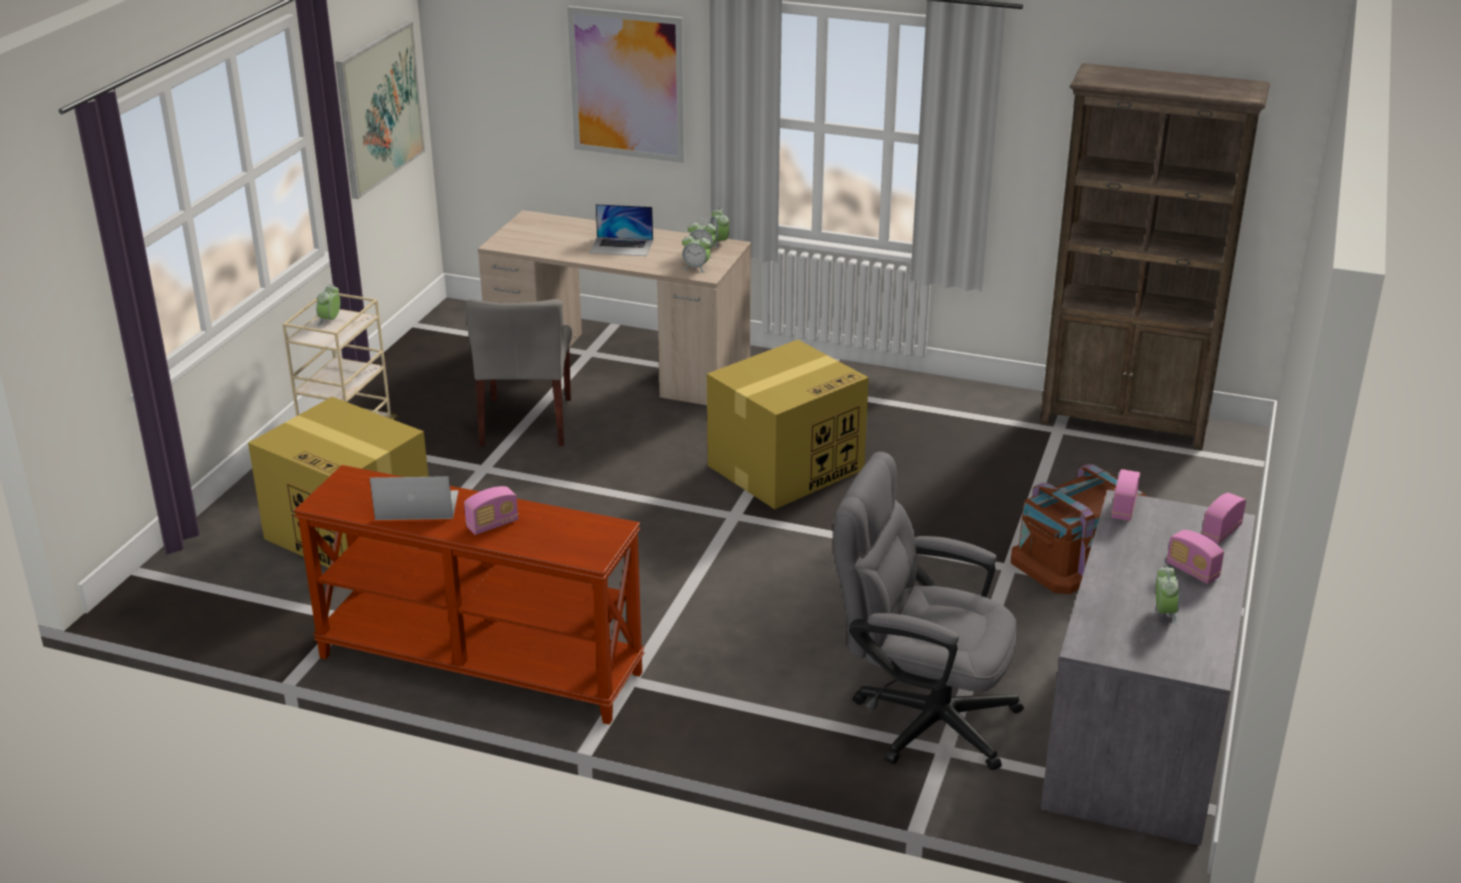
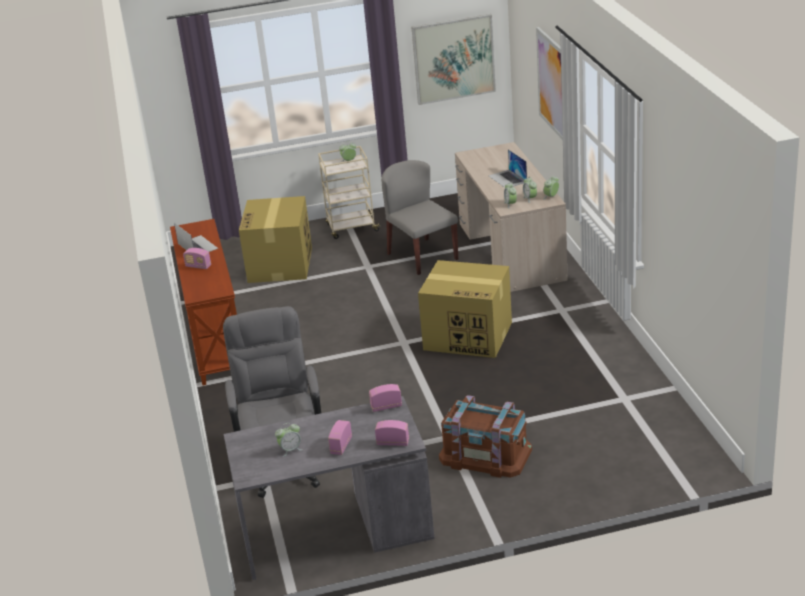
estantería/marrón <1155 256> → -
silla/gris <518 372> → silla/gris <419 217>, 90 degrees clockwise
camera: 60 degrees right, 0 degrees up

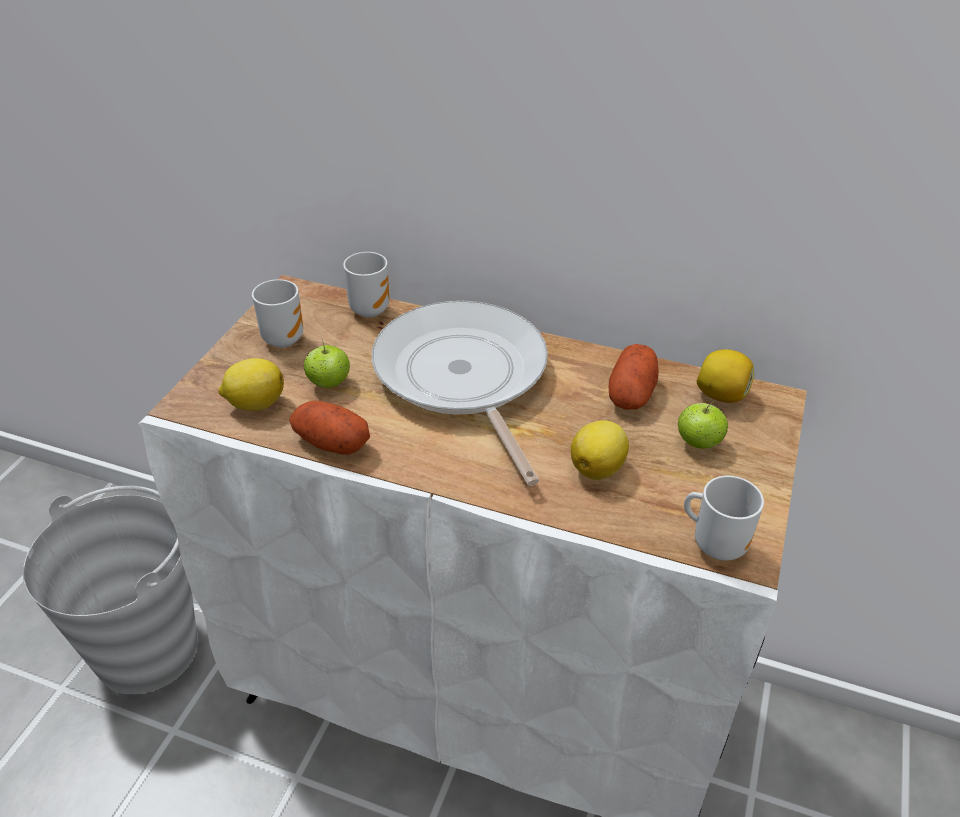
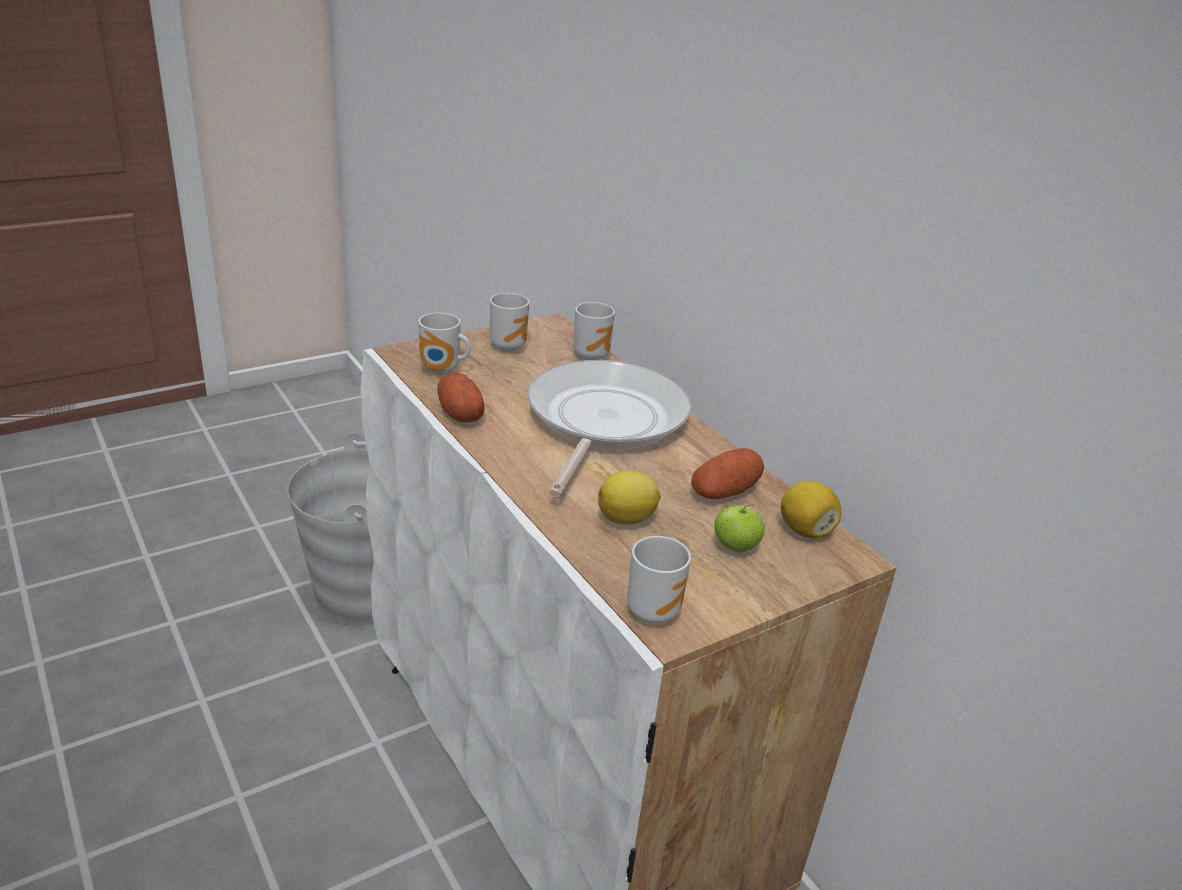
manzana <327 364> → -
limón <251 384> → taza grande <444 344>
camera: 35 degrees right, 10 degrees down

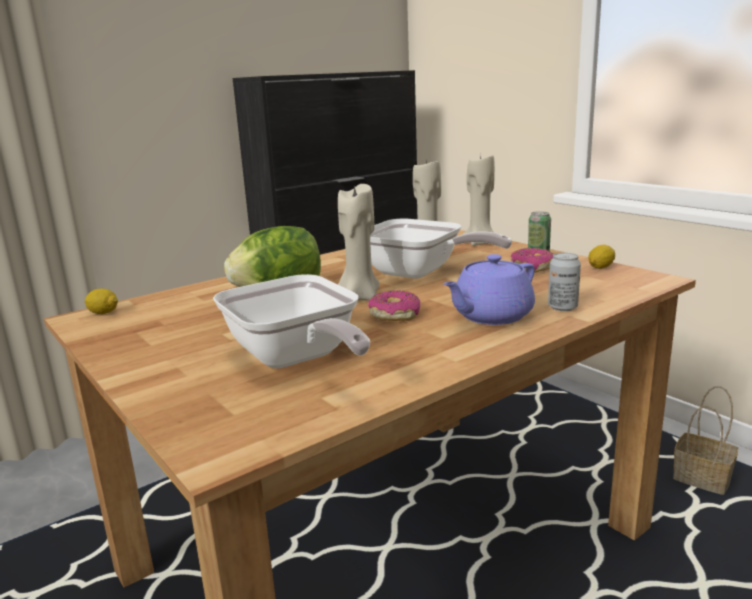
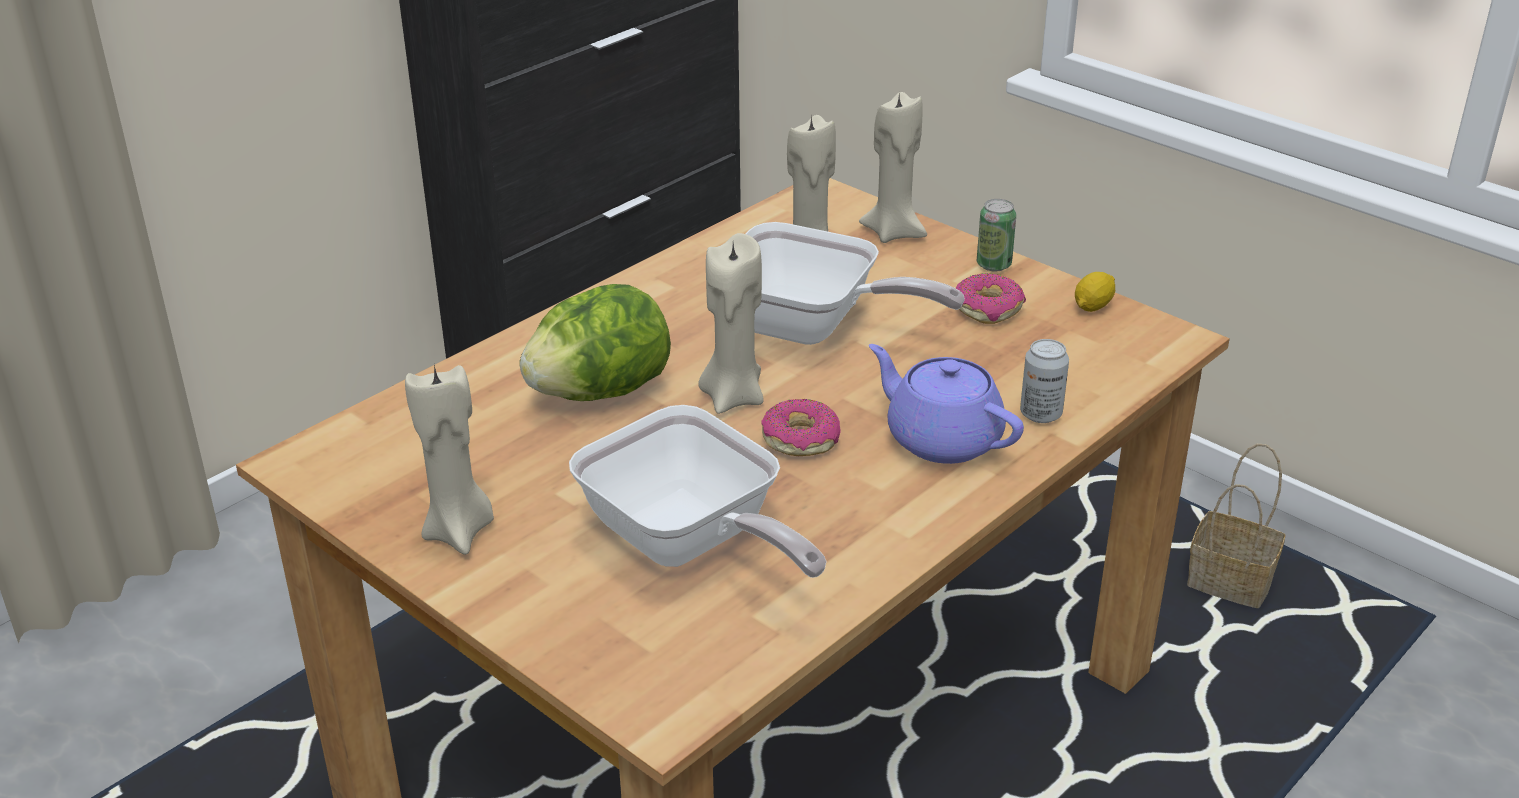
limón <101 301> → -
- → vela/beis <449 460>
tetera/morado <489 289> → tetera/morado <946 404>, 90 degrees clockwise
camera: 10 degrees left, 15 degrees up

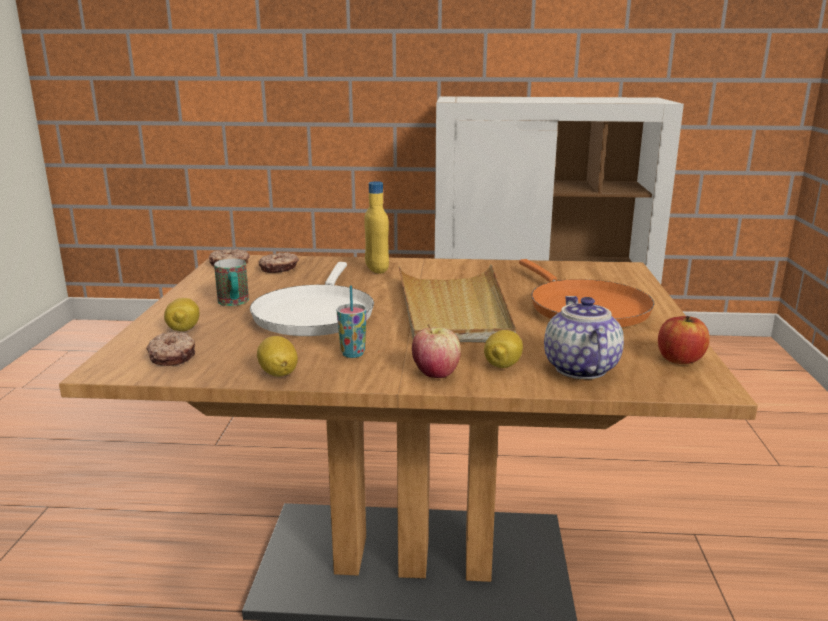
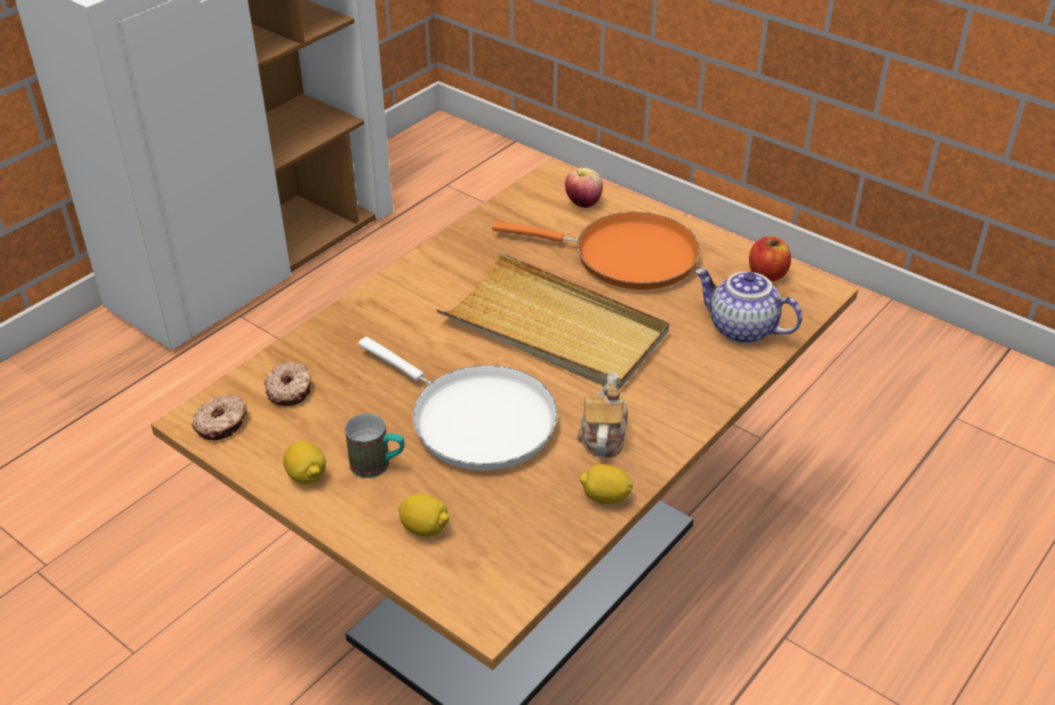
rosquilla <170 349> → -
botella/amarillo <376 227> → -
manzana <436 351> → manzana <584 187>, relocated
limón <503 349> → limón <304 462>, relocated
taza <352 321> → tetera <602 414>
camera: 55 degrees left, 20 degrees up

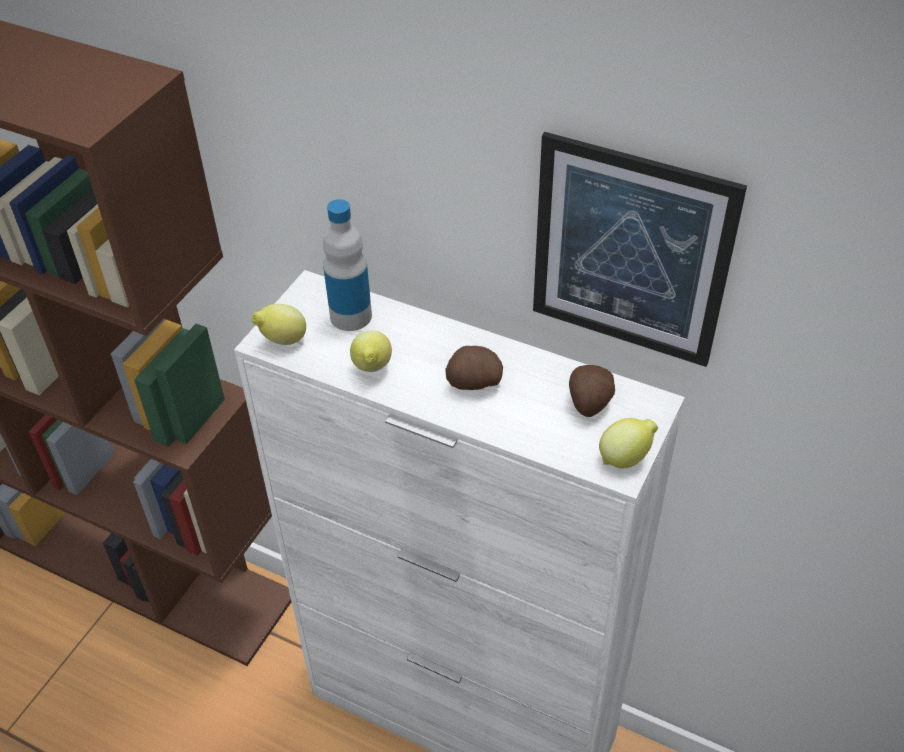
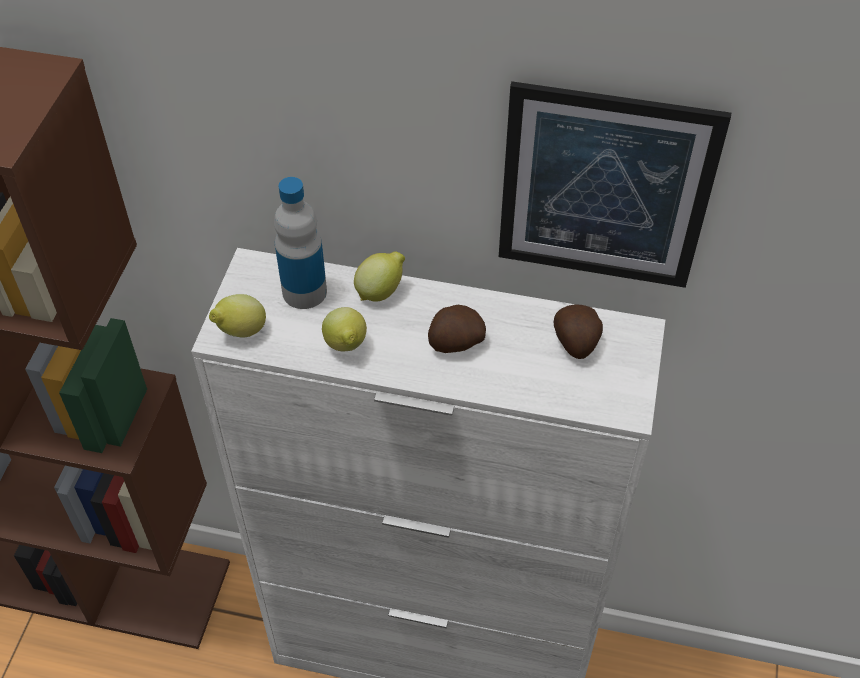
limón <628 443> → limón <379 276>, relocated
camera: 15 degrees left, 5 degrees up

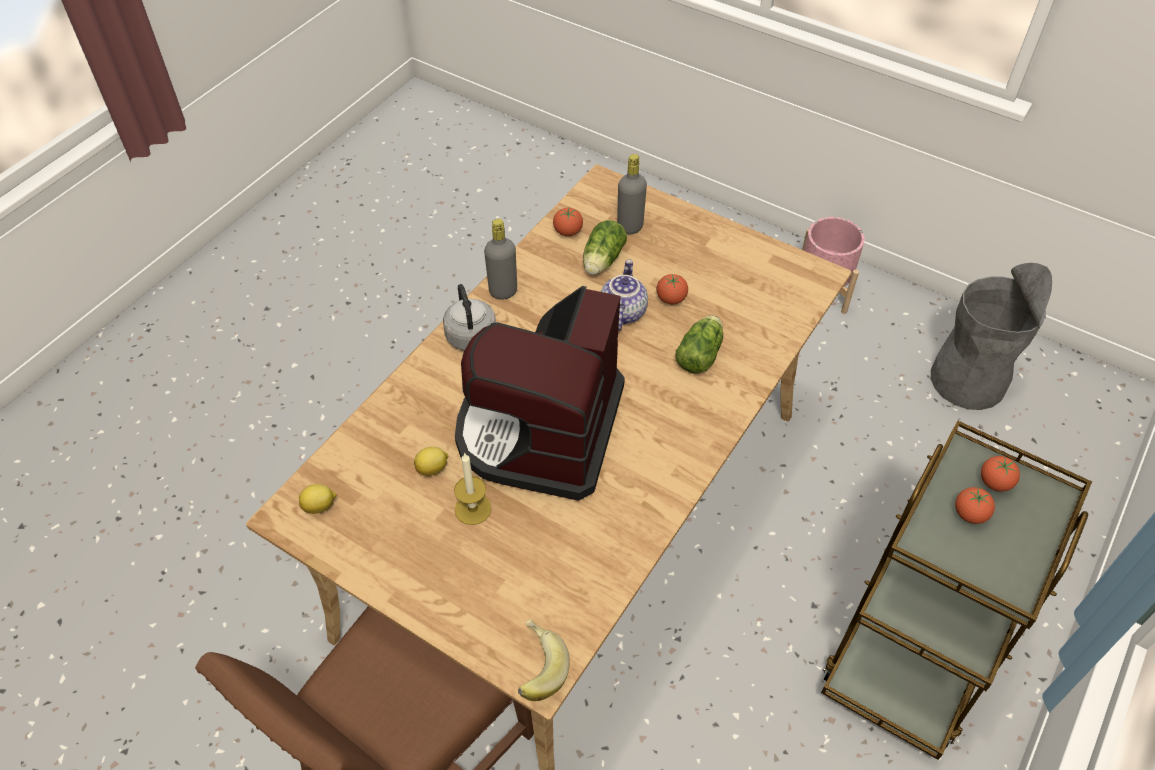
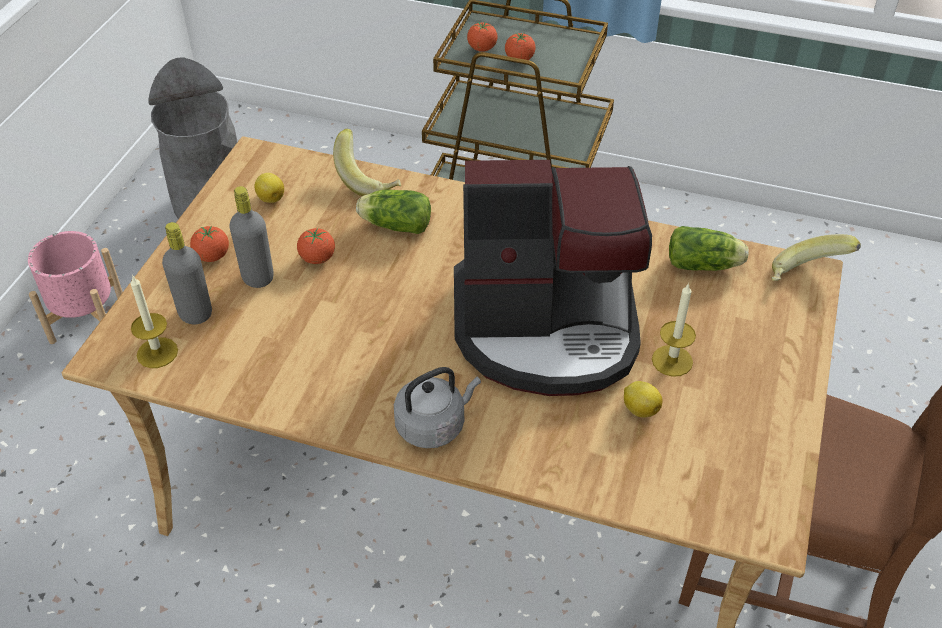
tetera <624 295> → -
- → vela <154 321>
- → plátano <367 162>
limón <317 499> → limón <269 188>, relocated
botella/gris <500 259> → botella/gris <252 237>, relocated
tomate <568 222> → tomate <209 244>, relocated
lechuga <605 247> → lechuga <709 248>, relocated
camera: 105 degrees left, 5 degrees down

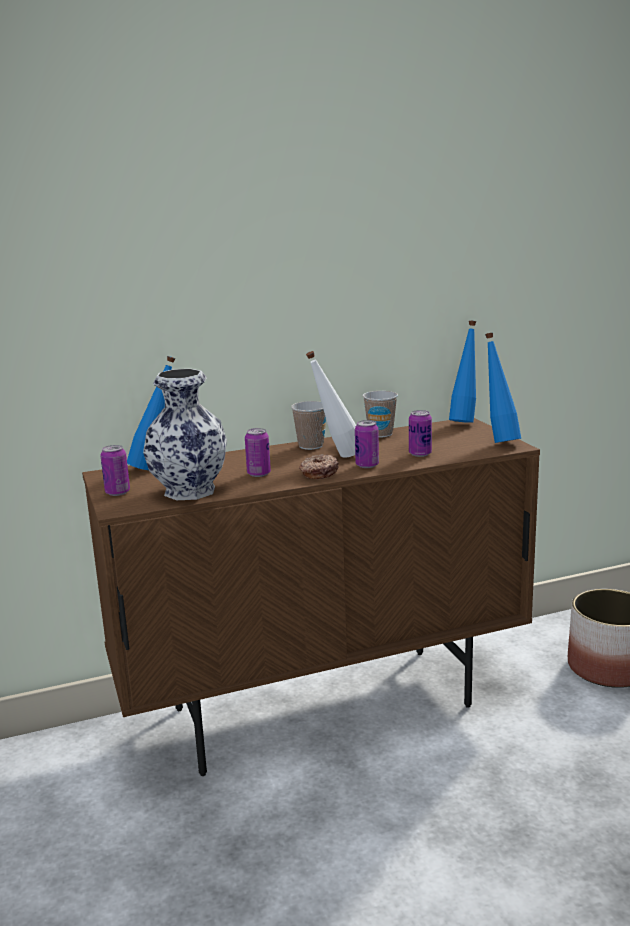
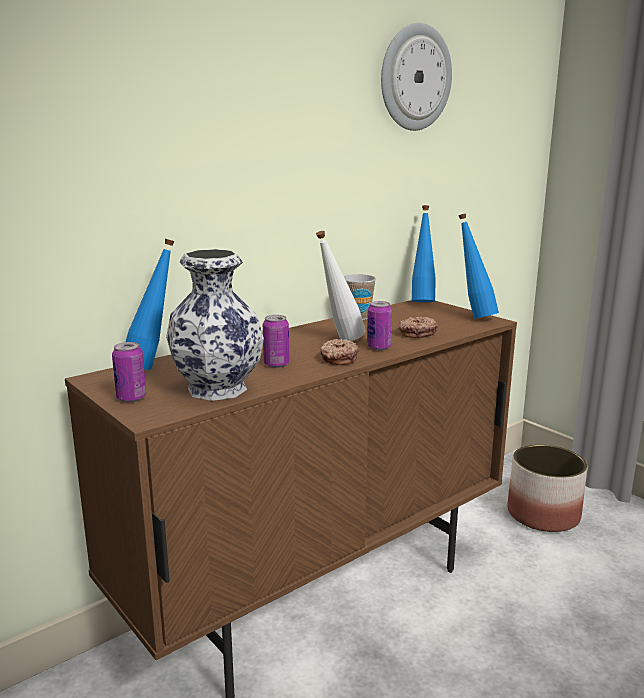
taza <308 425> → -
- → reloj de pared <416 77>
lata <420 433> → rosquilla <418 327>
camera: 20 degrees left, 0 degrees up

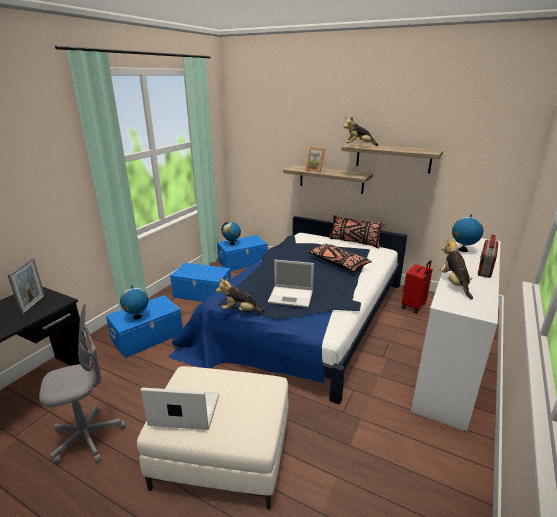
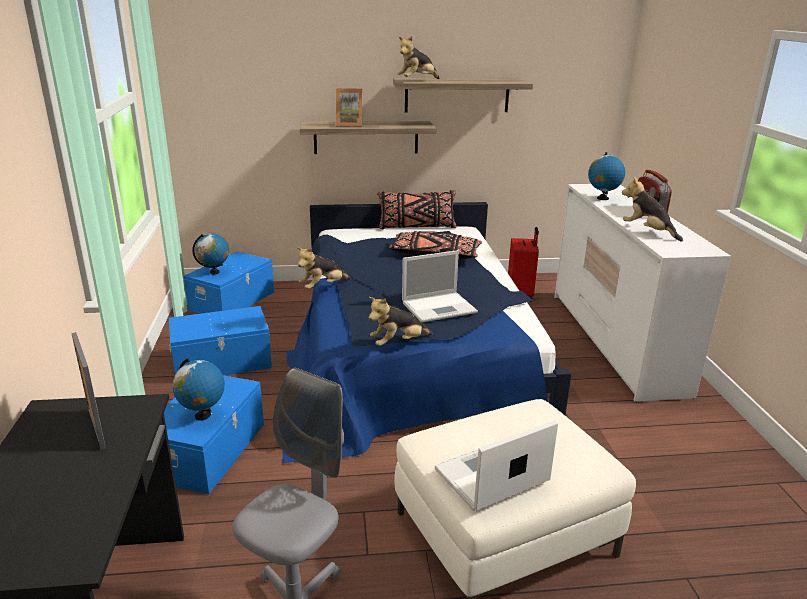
- → peluche <323 268>
camera: 35 degrees left, 0 degrees up

